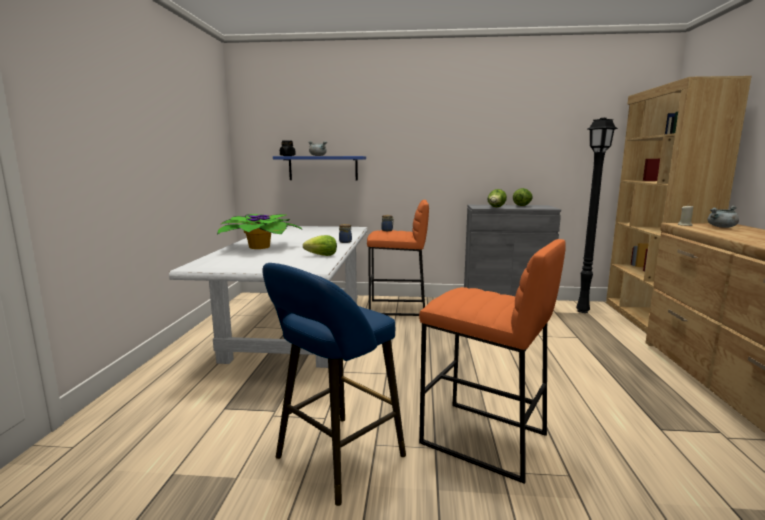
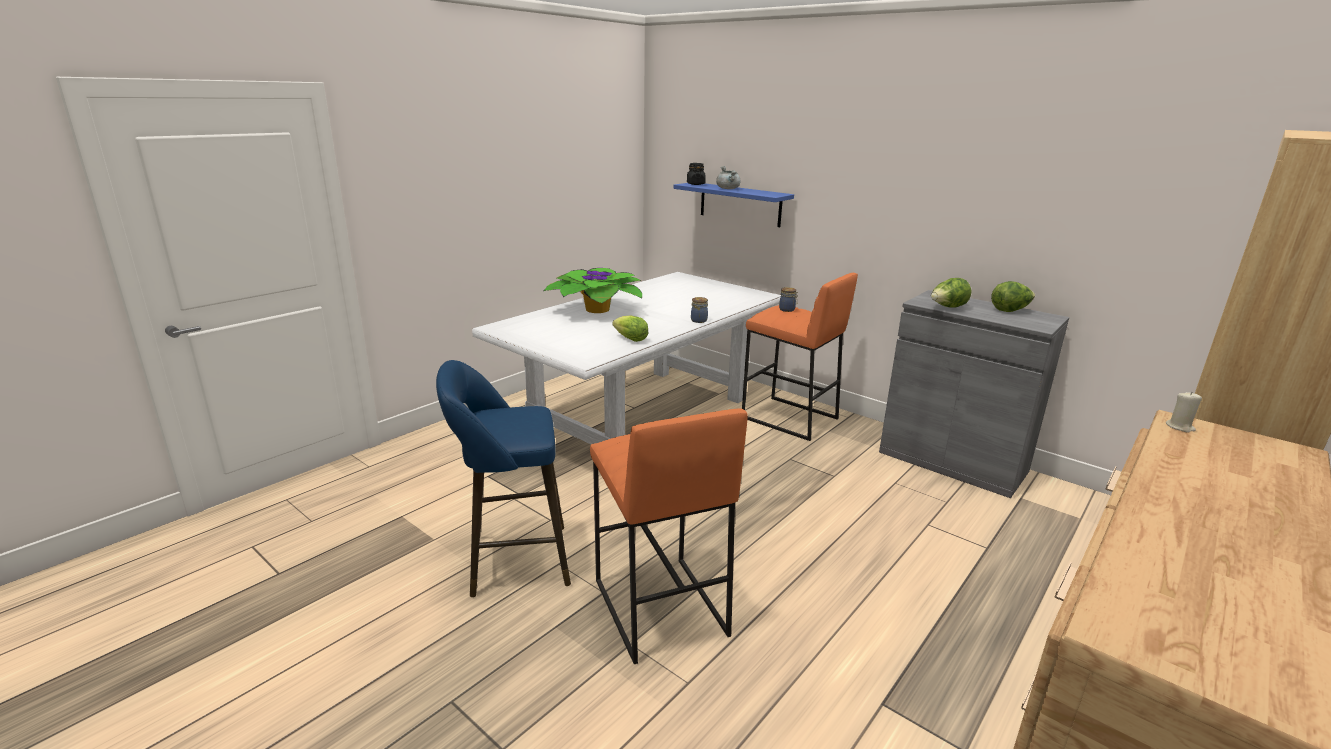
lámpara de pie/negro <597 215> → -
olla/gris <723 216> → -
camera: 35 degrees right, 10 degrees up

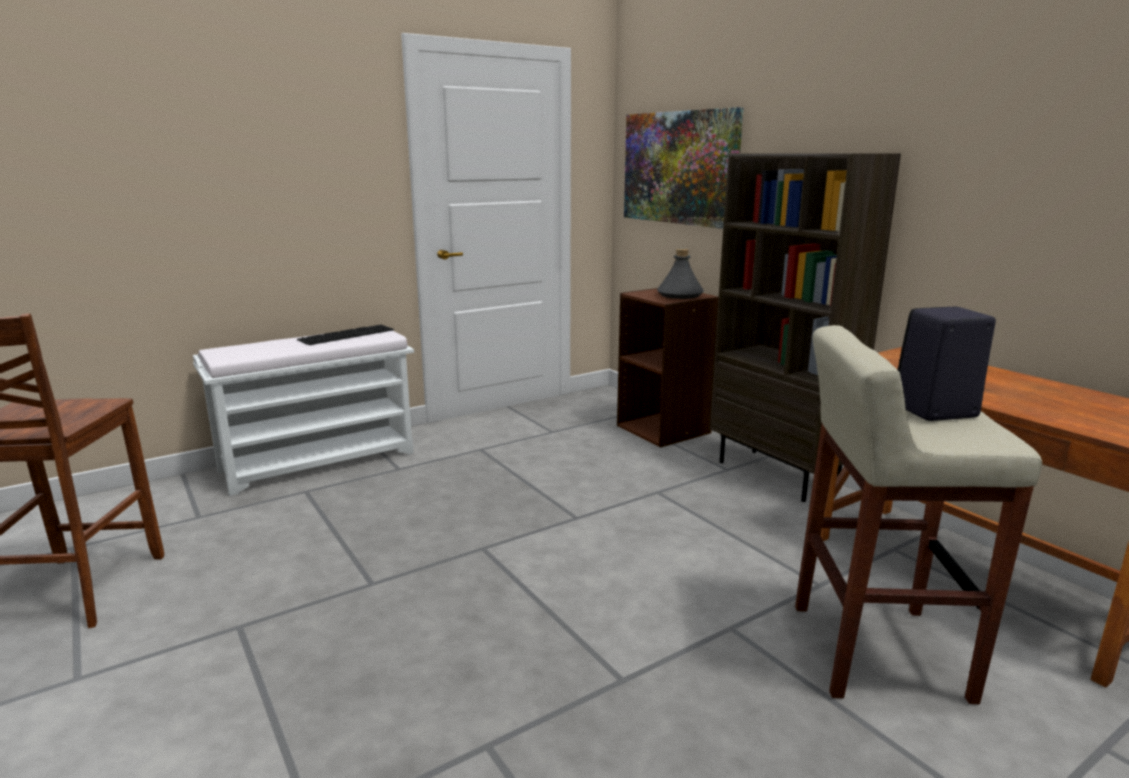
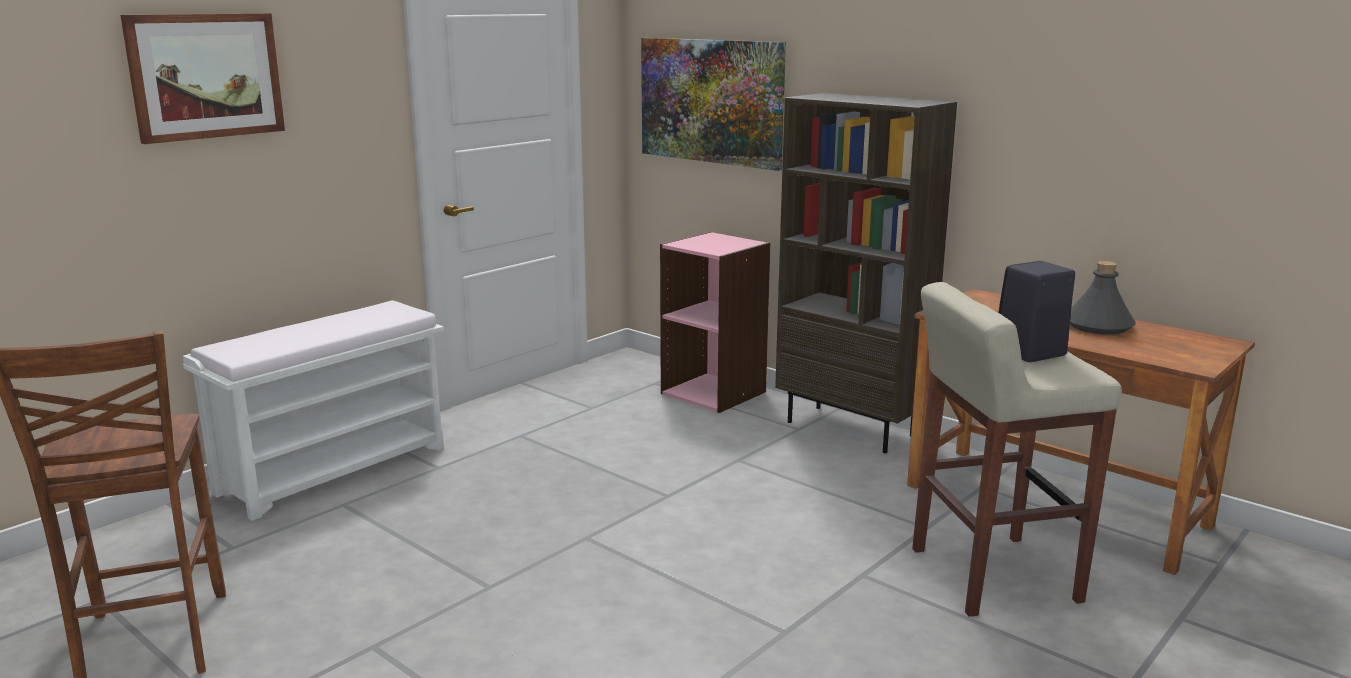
teclado <345 335> → -
- → cuadro <202 78>
botella/gris <680 274> → botella/gris <1103 298>, relocated
estantería/marrón <668 367> → estantería/rosa <715 322>
camera: 15 degrees left, 0 degrees up

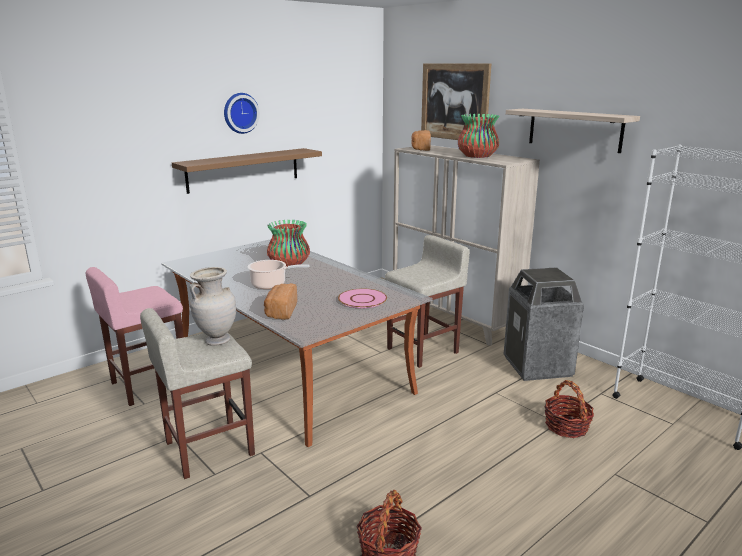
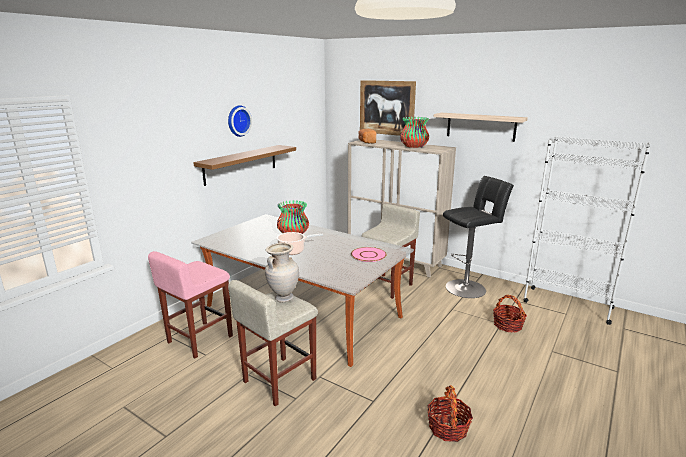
pan <280 301> → -
papelera <544 324> → taburete/negro <478 237>
camera: 15 degrees left, 0 degrees up

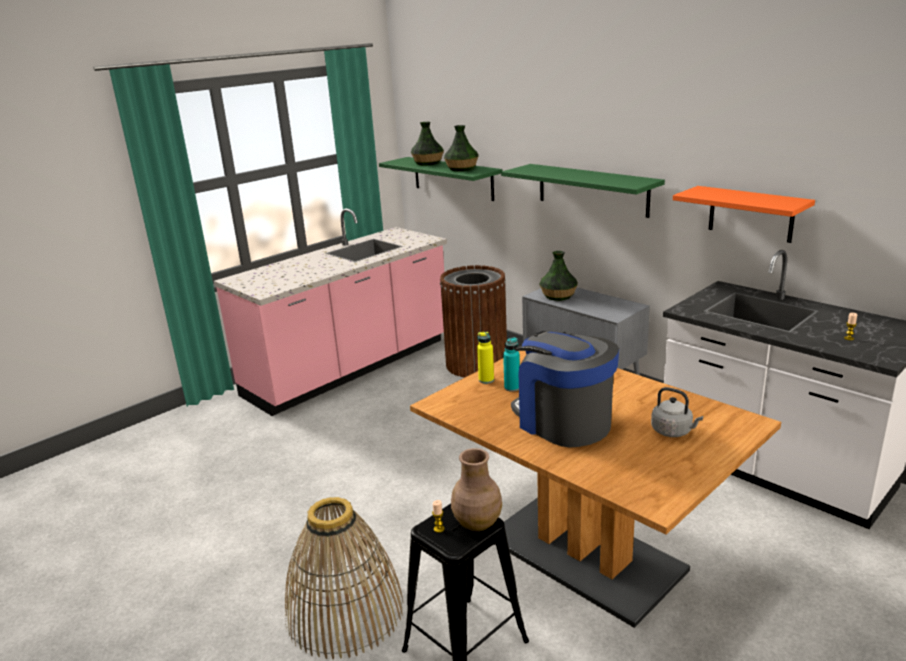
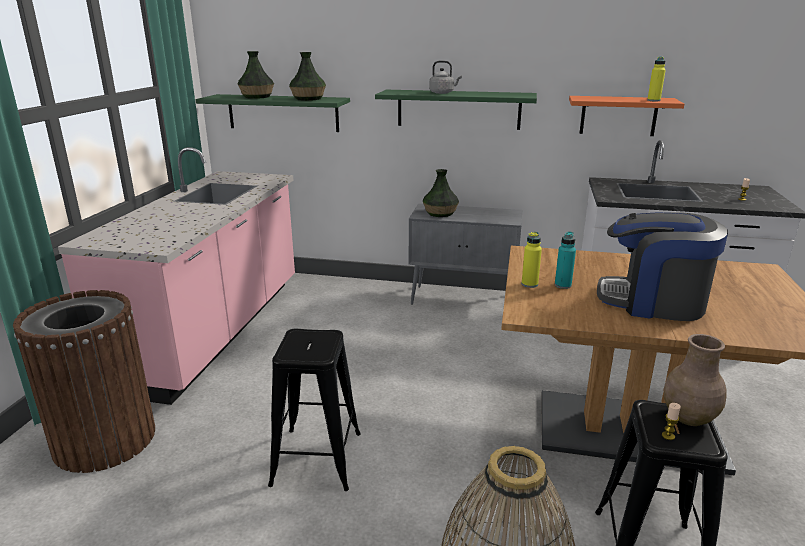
- → taburete/negro <314 410>
- → botella/amarillo <656 78>
papelera/marrón <473 321> → papelera/marrón <84 381>, relocated
hervidor/gris <677 412> → hervidor/gris <445 77>, relocated
camera: 35 degrees left, 0 degrees up

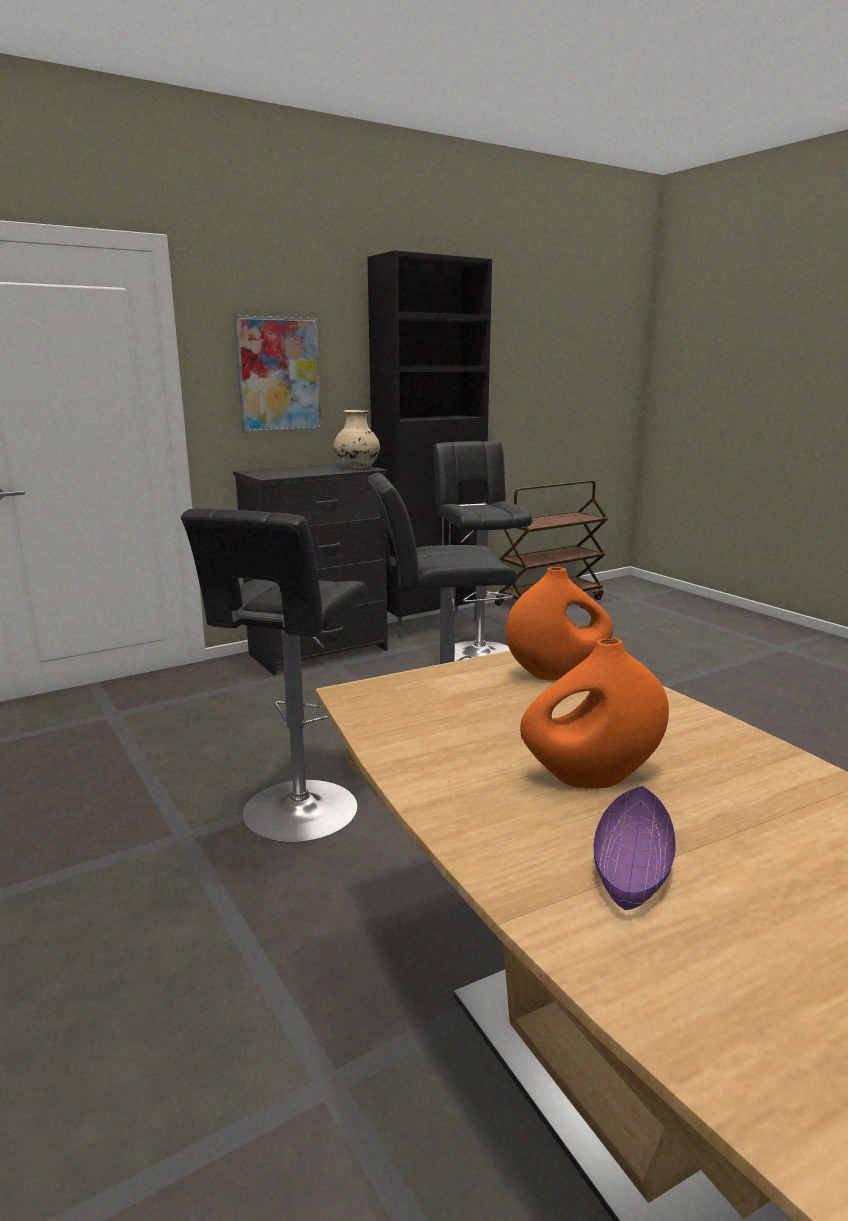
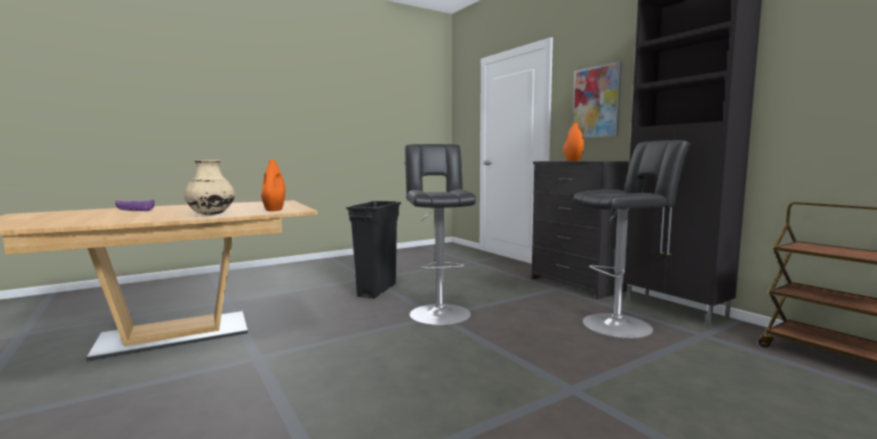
florero/beis <357 439> → florero/beis <209 188>, relocated
florero/naranja <594 714> → florero/naranja <573 142>, relocated
taburete/negro <274 675> → papelera/negro <373 249>
camera: 90 degrees right, 10 degrees down

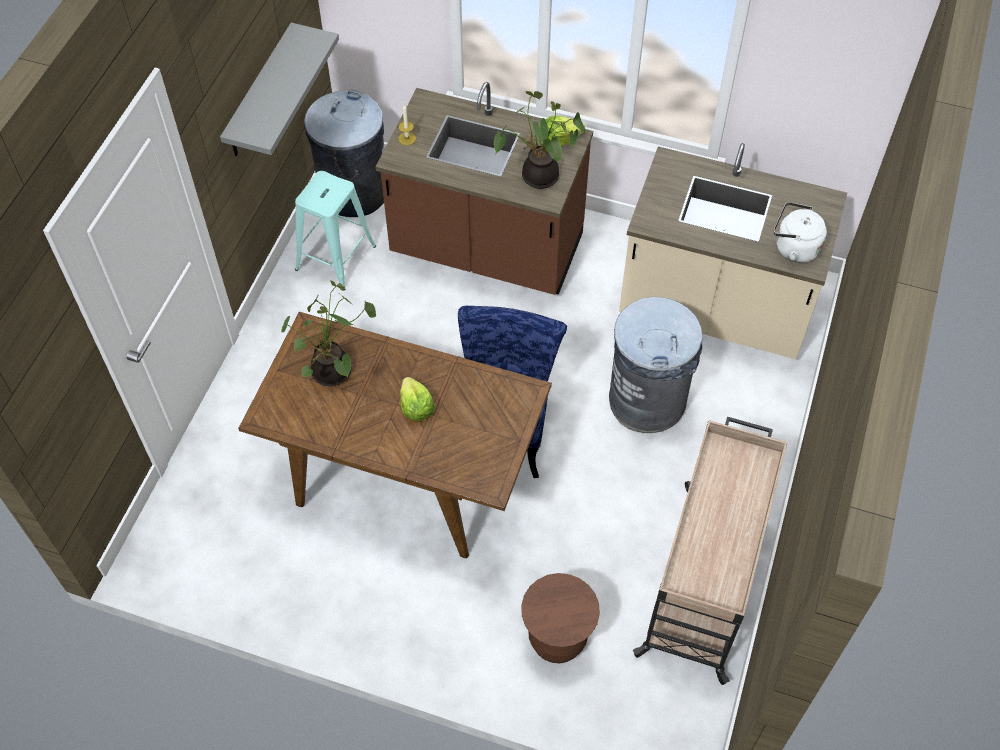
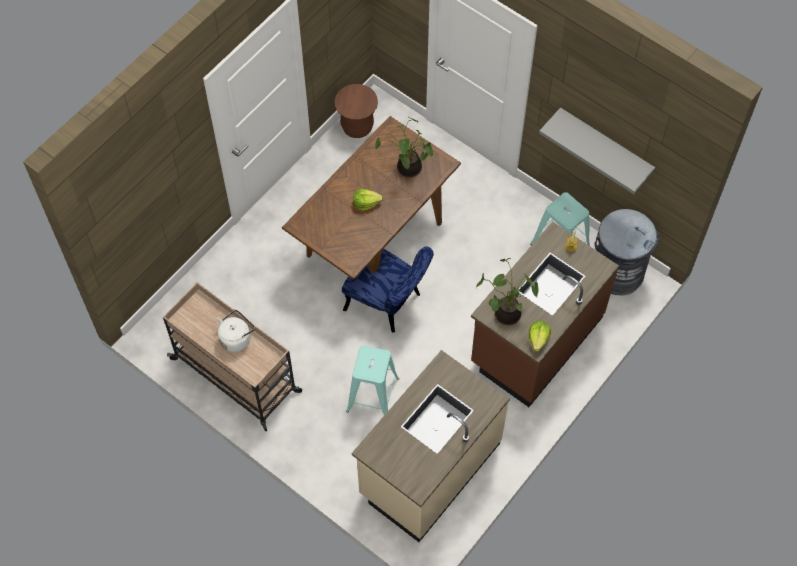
taburete/marrón <560 618> → taburete/marrón <356 111>, relocated
hervidor/blanco <800 232> → hervidor/blanco <236 331>, relocated
papelera/gris <656 365> → taburete/turquesa <372 380>
camera: 110 degrees right, 5 degrees up

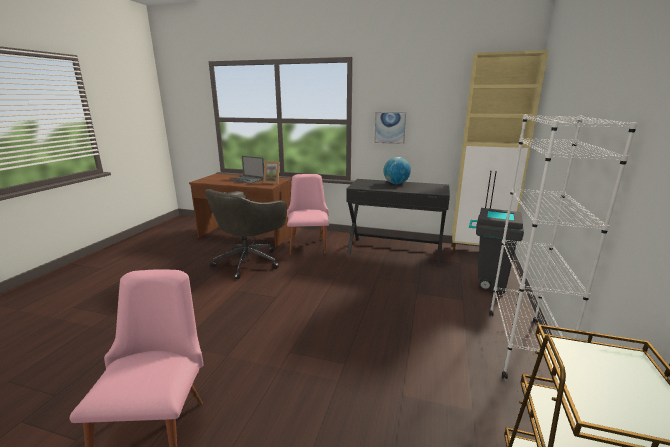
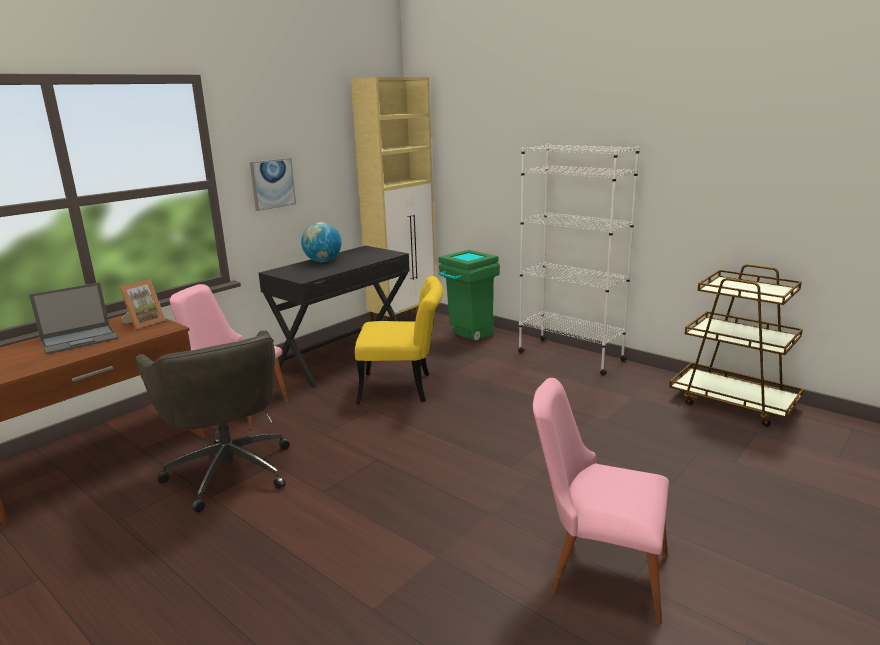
- → silla/amarillo <399 340>
papelera/gris <496 250> → papelera/verde <469 295>
camera: 65 degrees left, 0 degrees up

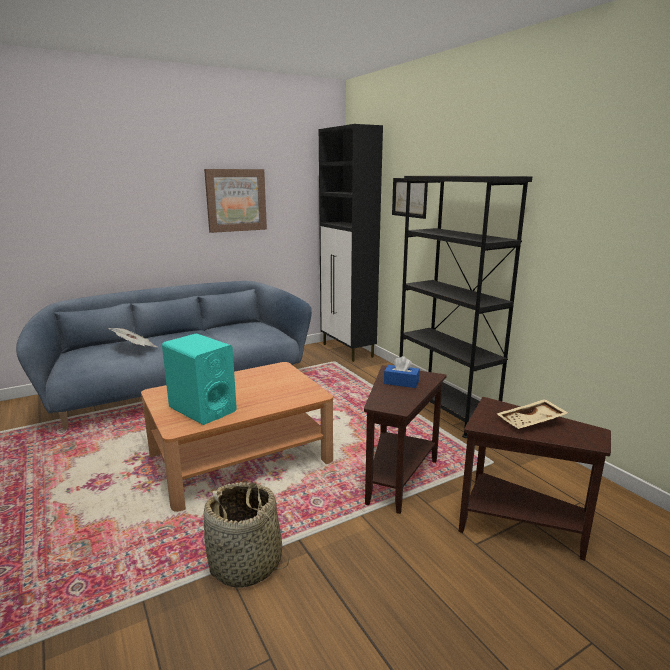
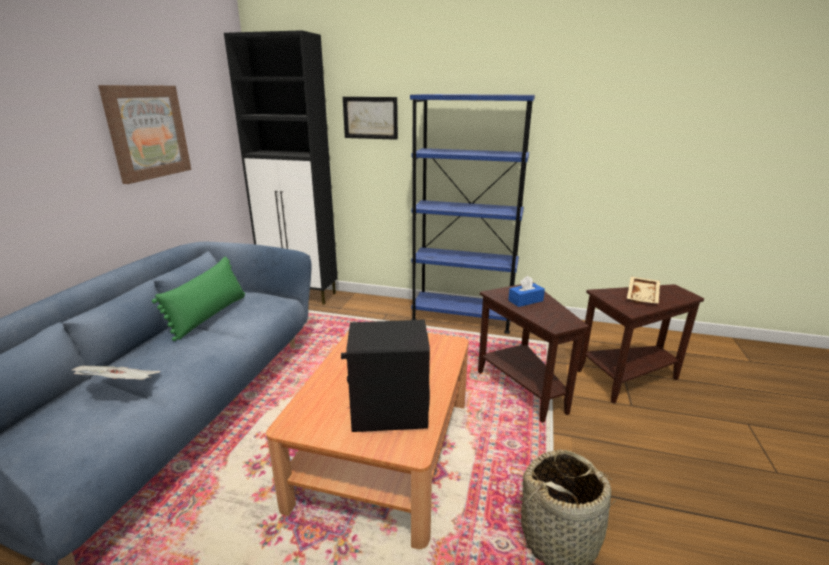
- → cojín/verde <198 299>
altavoz/turquesa <199 379> → altavoz/negro <385 376>
estantería/negro <465 307> → estantería/azul <472 214>
camera: 45 degrees left, 5 degrees up

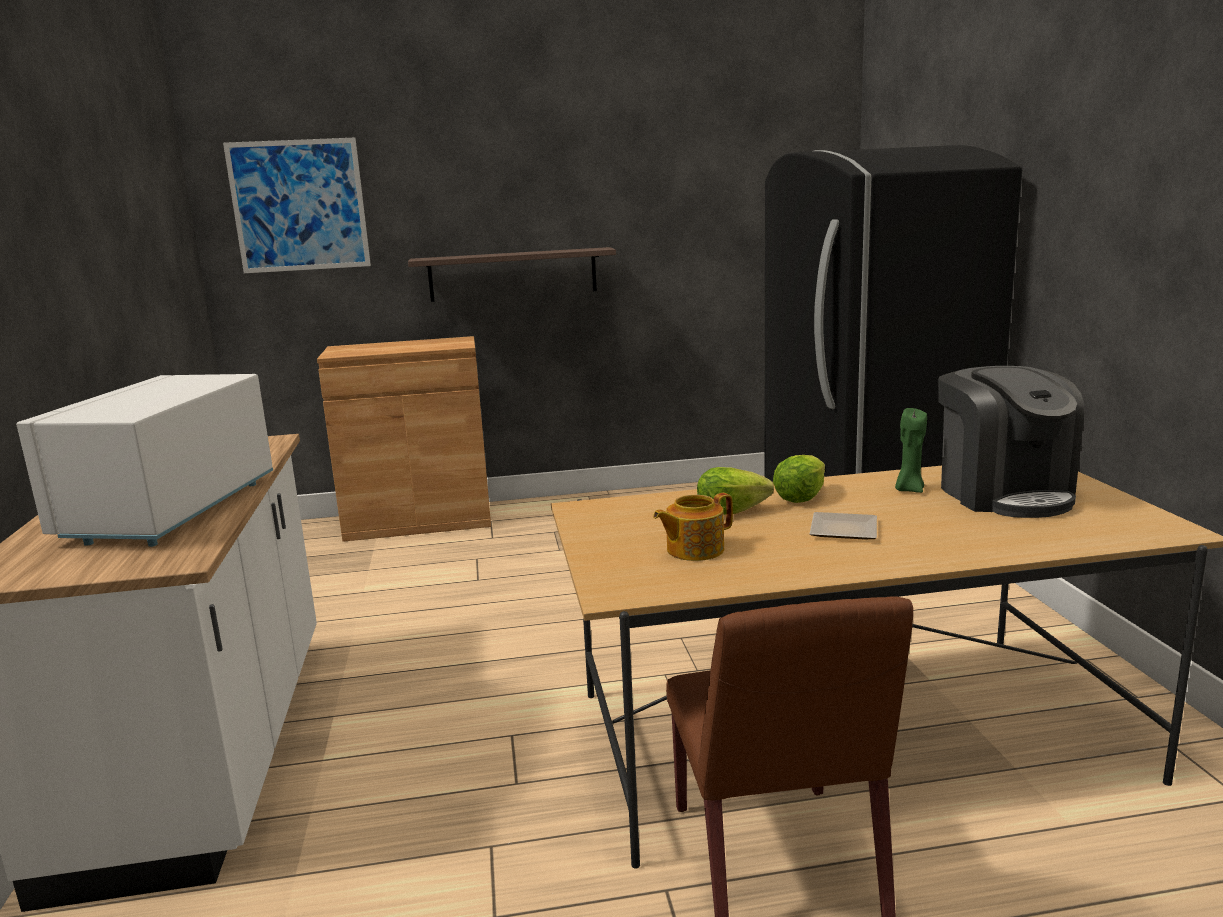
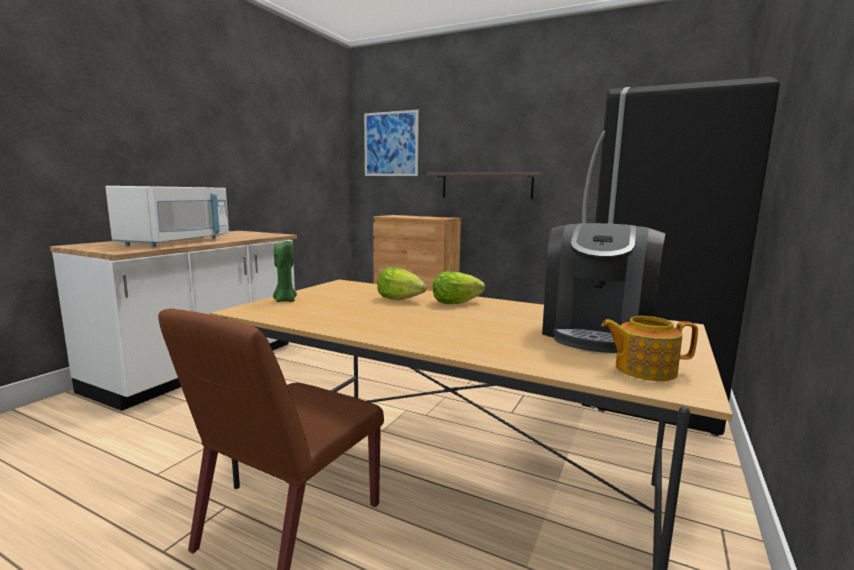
plato <843 526> → -
tetera <693 527> → tetera <649 348>, relocated
vela/verde <911 450> → vela/verde <285 271>, relocated
microondas/blanco <144 460> → microondas/blanco <167 216>, 150 degrees clockwise
camera: 35 degrees right, 5 degrees down

